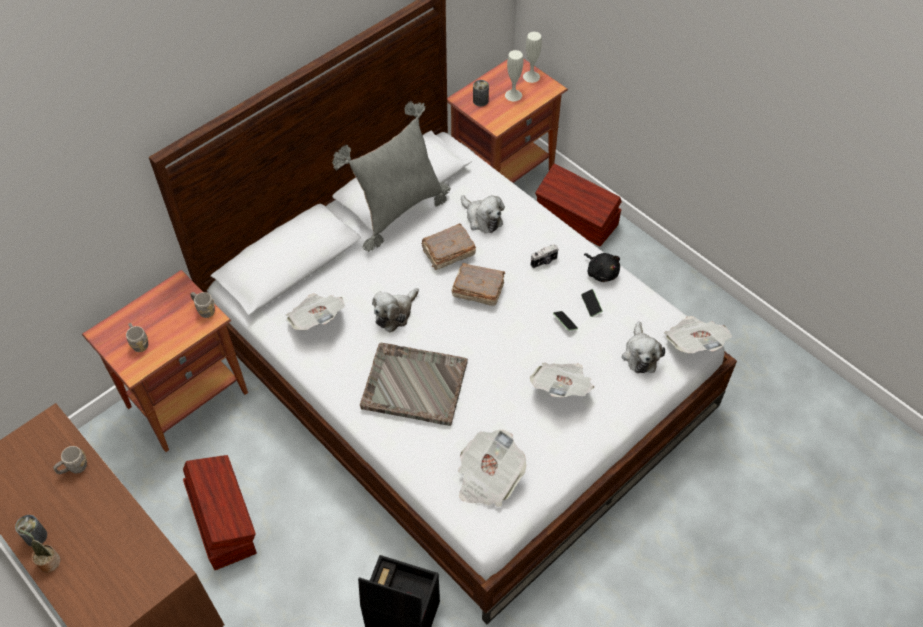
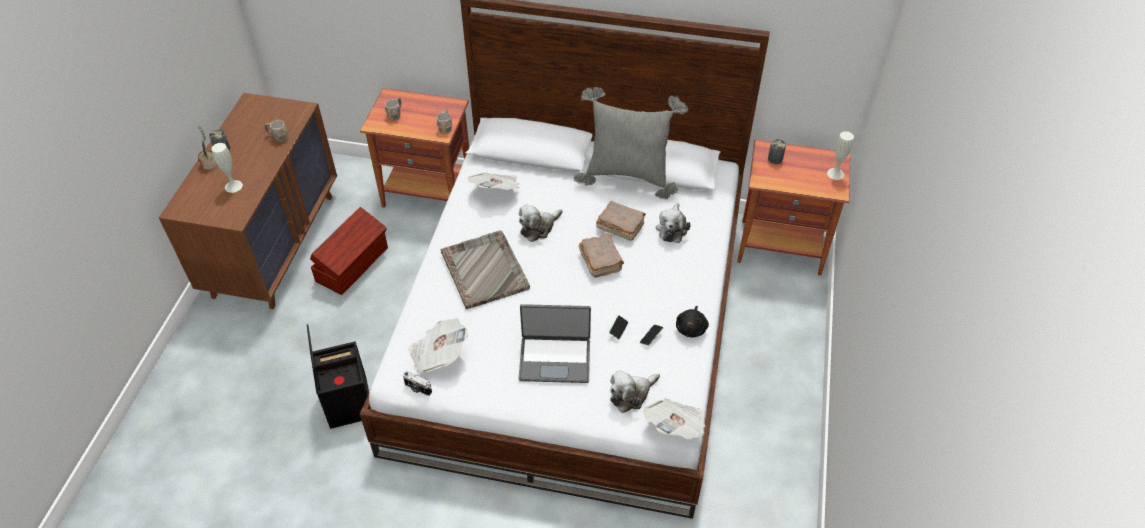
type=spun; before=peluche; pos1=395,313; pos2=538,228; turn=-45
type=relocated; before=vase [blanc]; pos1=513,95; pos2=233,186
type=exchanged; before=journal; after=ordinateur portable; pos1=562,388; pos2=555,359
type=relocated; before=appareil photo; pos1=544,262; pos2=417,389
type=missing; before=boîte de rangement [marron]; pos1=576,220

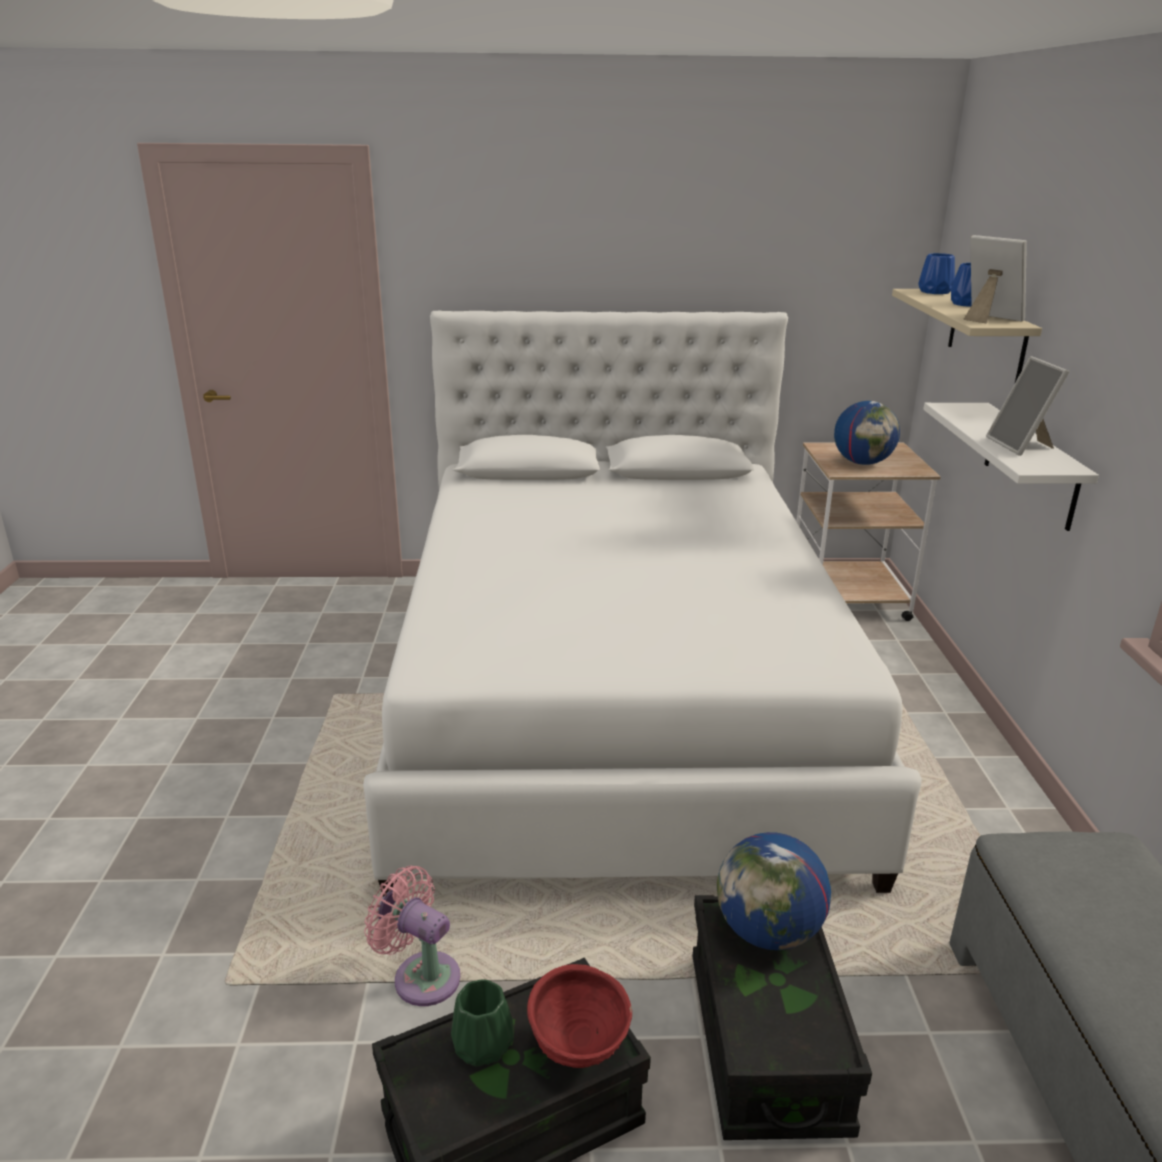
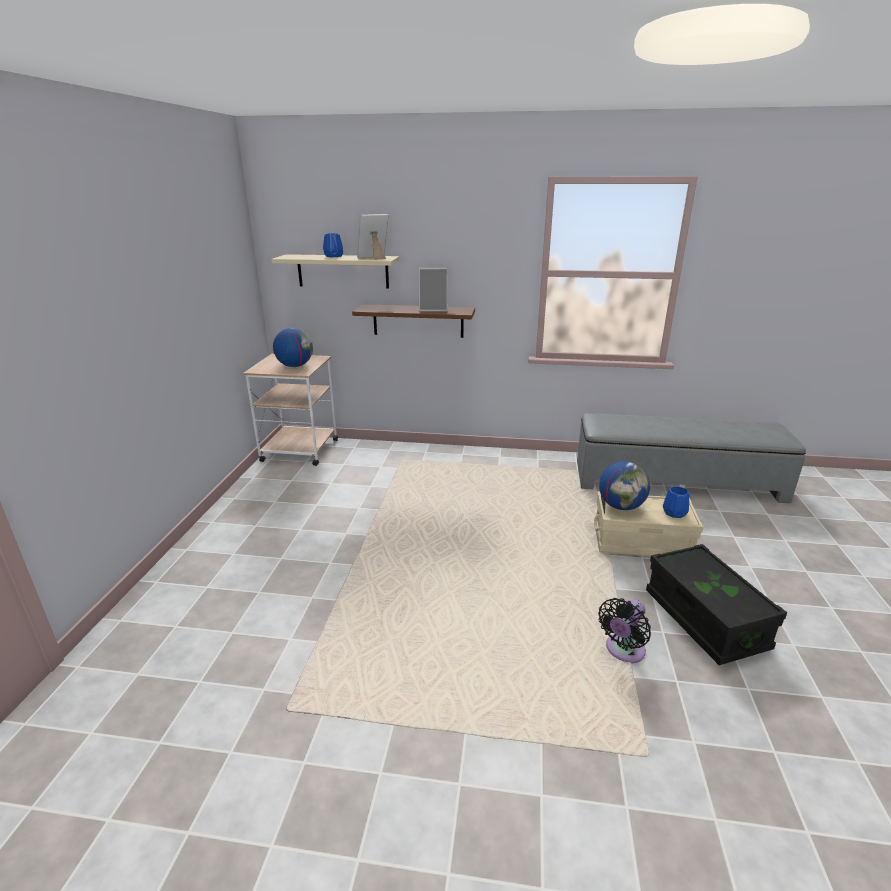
type=missing; before=lit [blanc]; pos1=617,698
type=colour; before=ventilateur [rose]; after=ventilateur [noir]; pos1=421,975; pos2=623,651
type=missing; before=vase [vert]; pos1=483,1046
type=missing; before=bol [rouge]; pos1=578,1049
type=colour; before=boîte de rangement [noir]; after=boîte de rangement [beige]; pos1=766,1042; pos2=641,541
type=relocated; before=vase [bleu]; pos1=935,292; pos2=674,512
type=colour; before=étagère [blanc]; after=étagère [marron]; pos1=1030,465; pos2=418,321

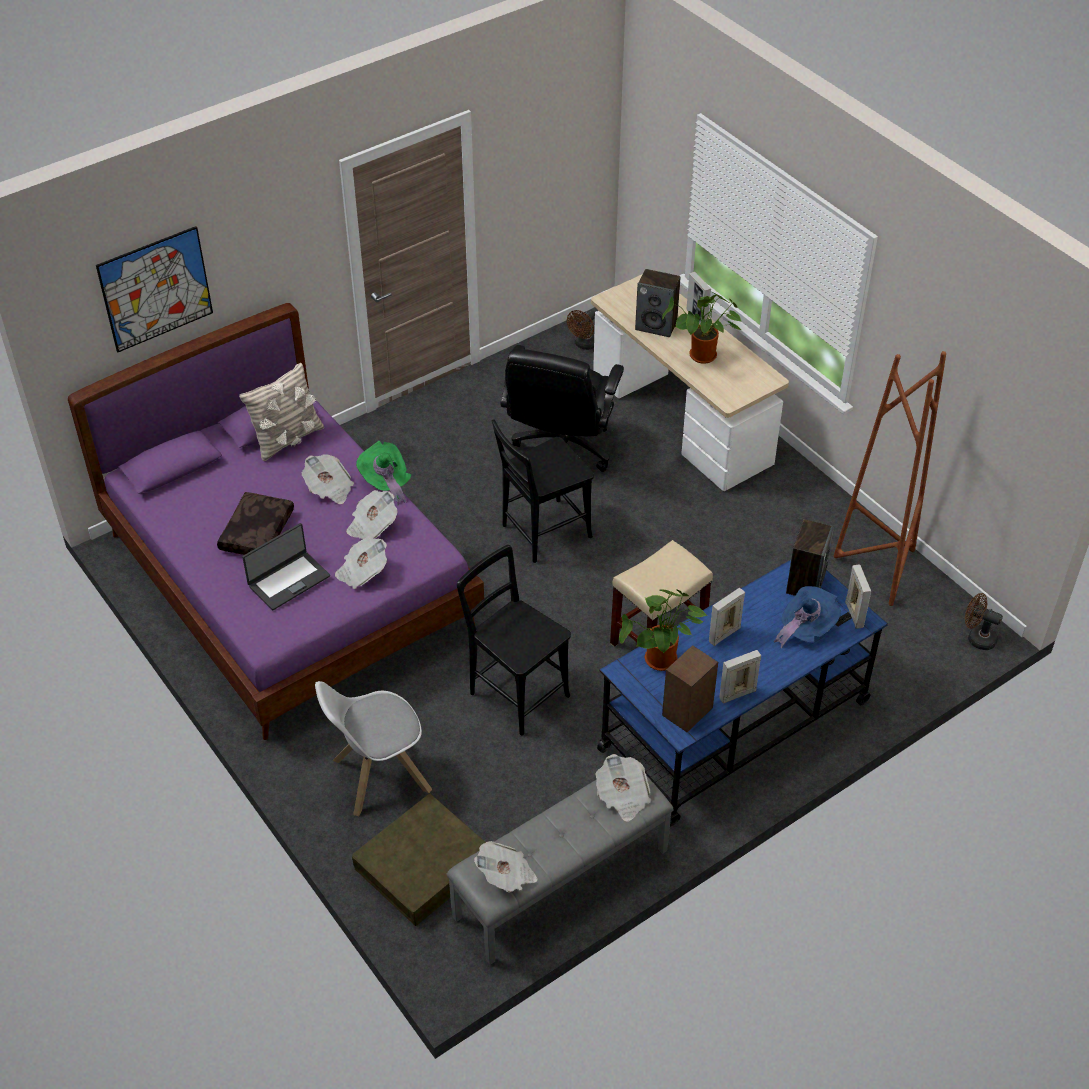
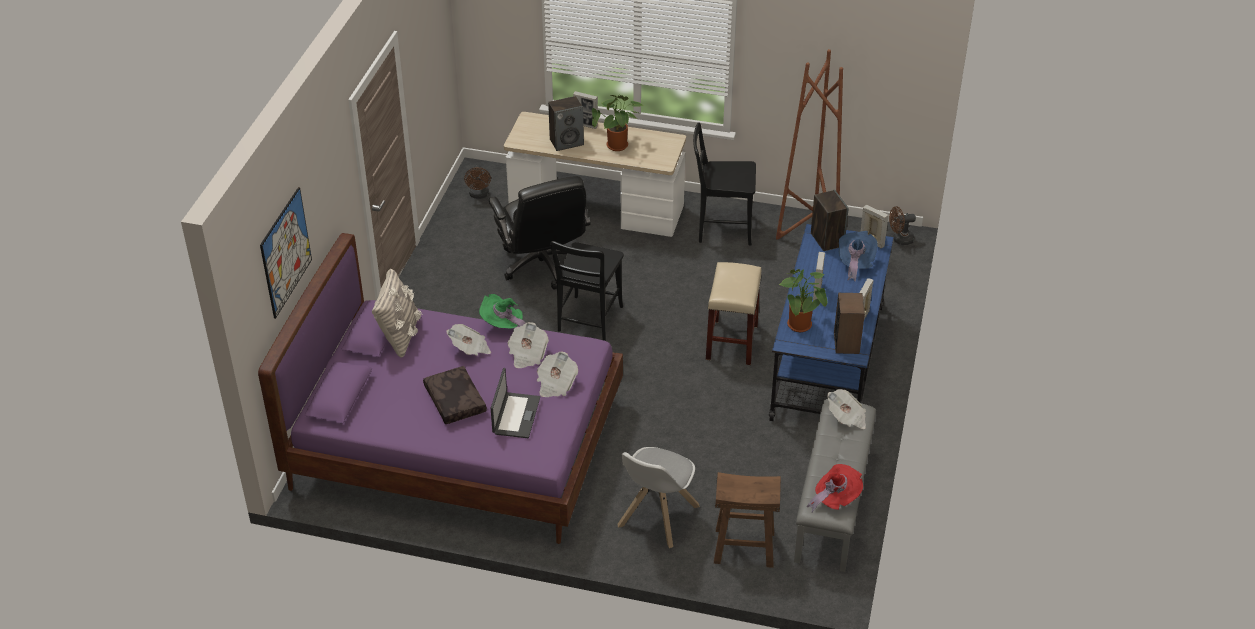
type=exchanged; before=boîte de rangement [marron]; after=tabouret [marron]; pos1=423,865; pos2=744,547
type=relocated; before=chaise [noir]; pos1=515,691; pos2=721,228
type=exchanged; before=journal; after=chapeau [rouge]; pos1=506,876; pos2=835,498

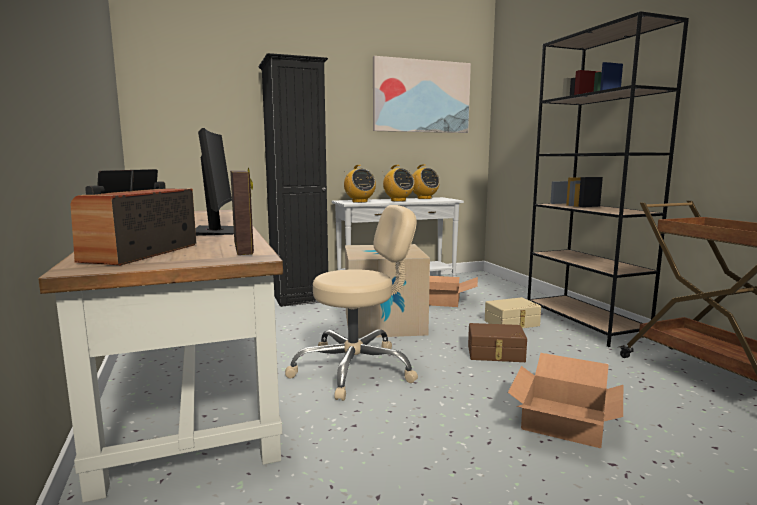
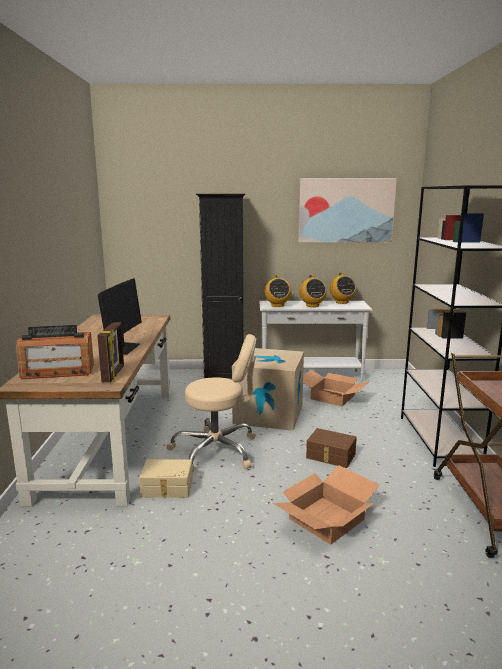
type=spun; before=radio; pos1=141,253; pos2=58,371; turn=-135
type=relocated; before=boîte de rangement [beige]; pos1=512,323; pos2=167,488

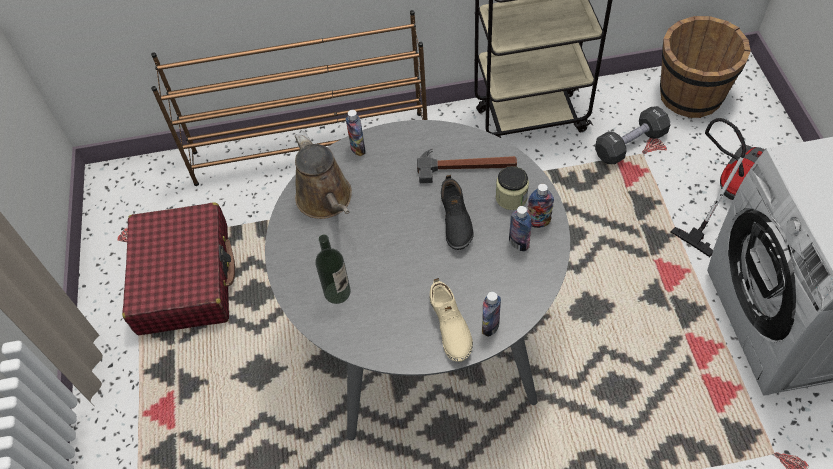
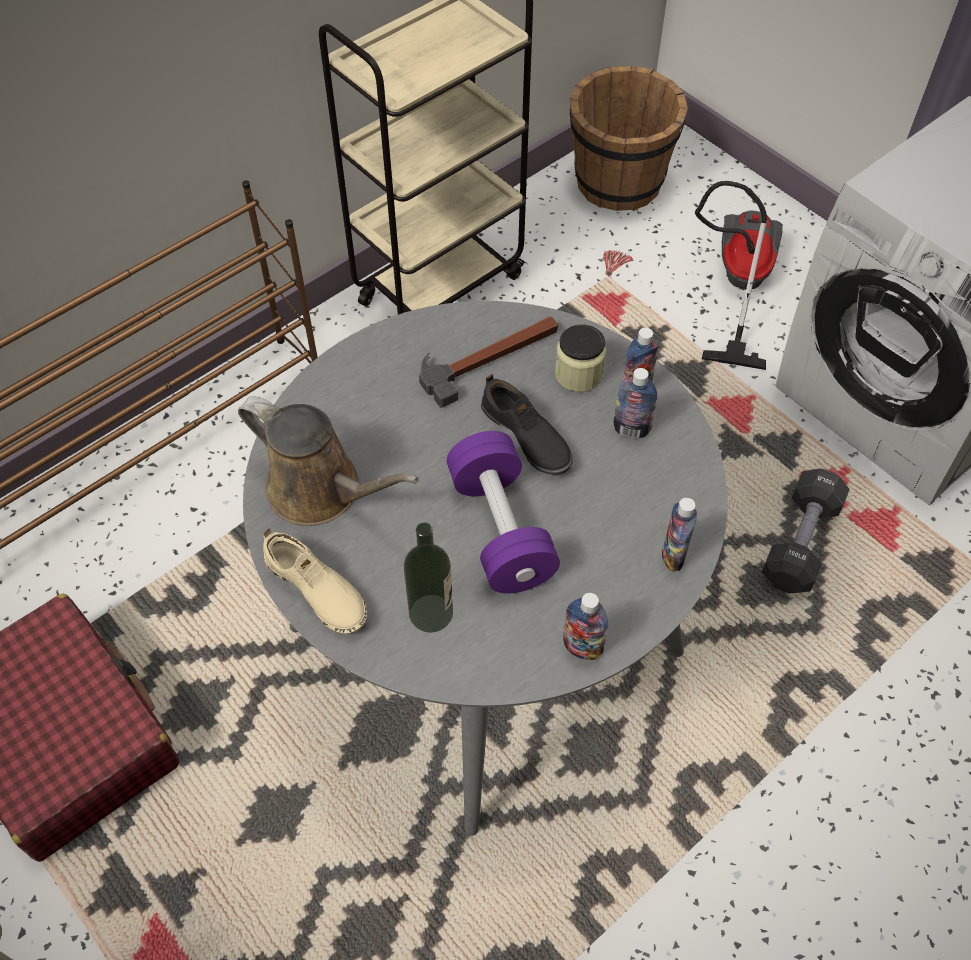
type=relocated; before=bouteille; pos1=358,149; pos2=582,647
type=relocated; before=chaussure [beige]; pos1=449,326; pos2=316,591
type=relocated; before=haltère [noir]; pos1=630,144; pos2=800,542
type=appeared; after=haltère [violet]; pos2=501,529

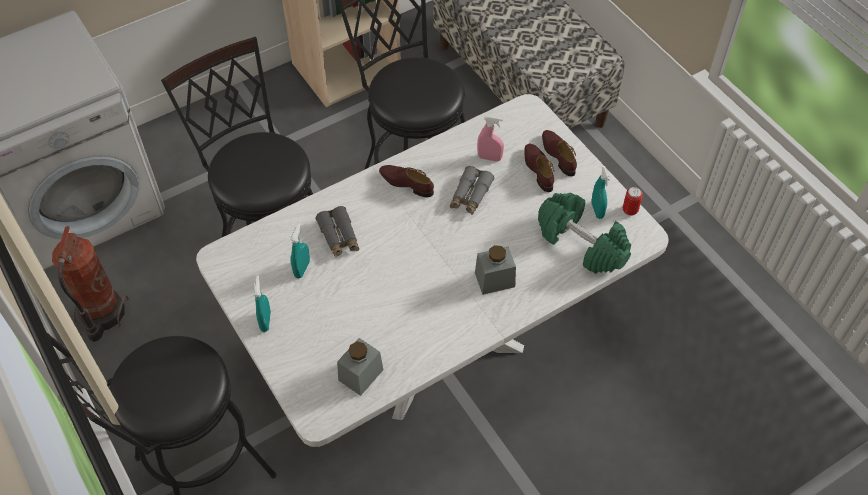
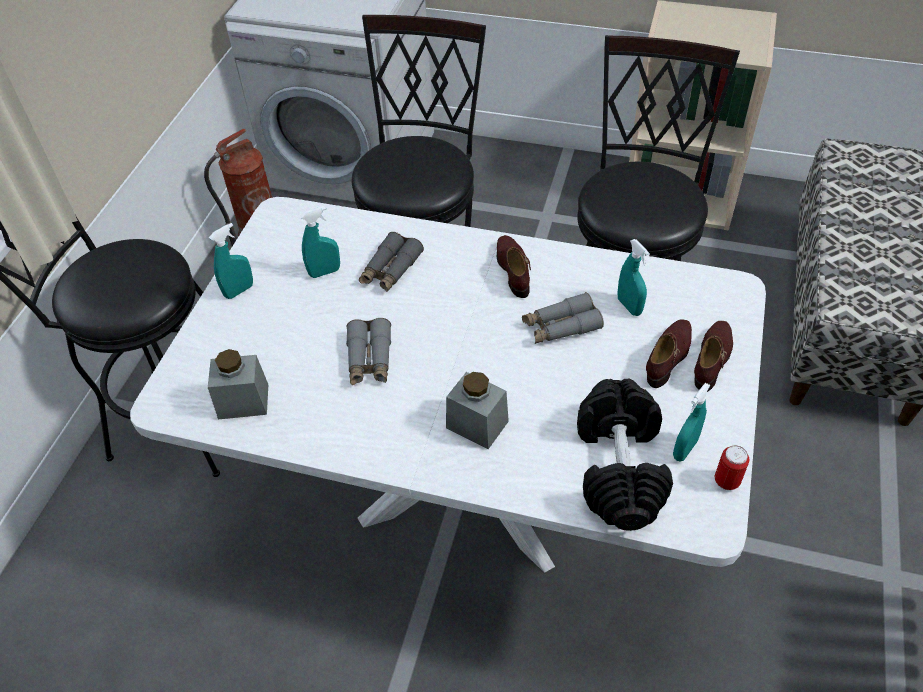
type=colour; before=vaporisateur [rose]; after=vaporisateur [turquoise]; pos1=489,158; pos2=629,306
type=colour; before=haltère [vert]; after=haltère [noir]; pos1=582,243; pos2=620,468
type=appeared; after=jumelles [gris]; pos2=369,359

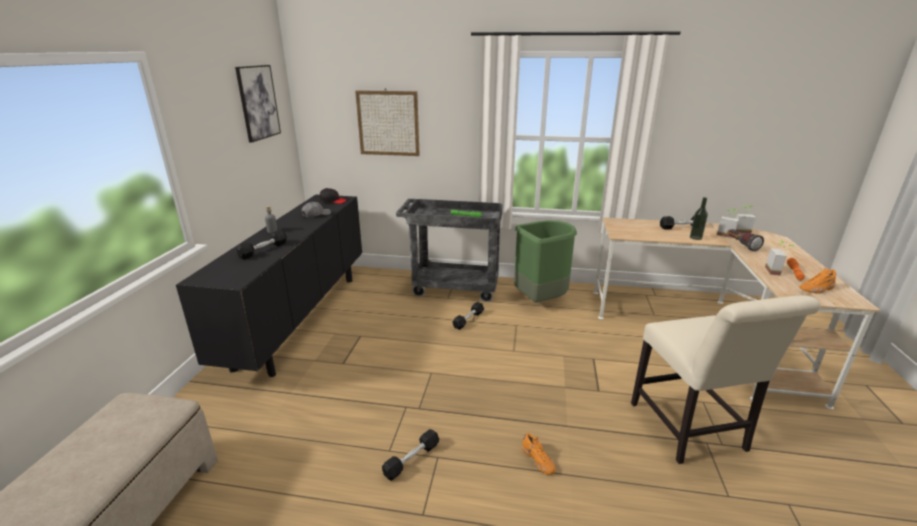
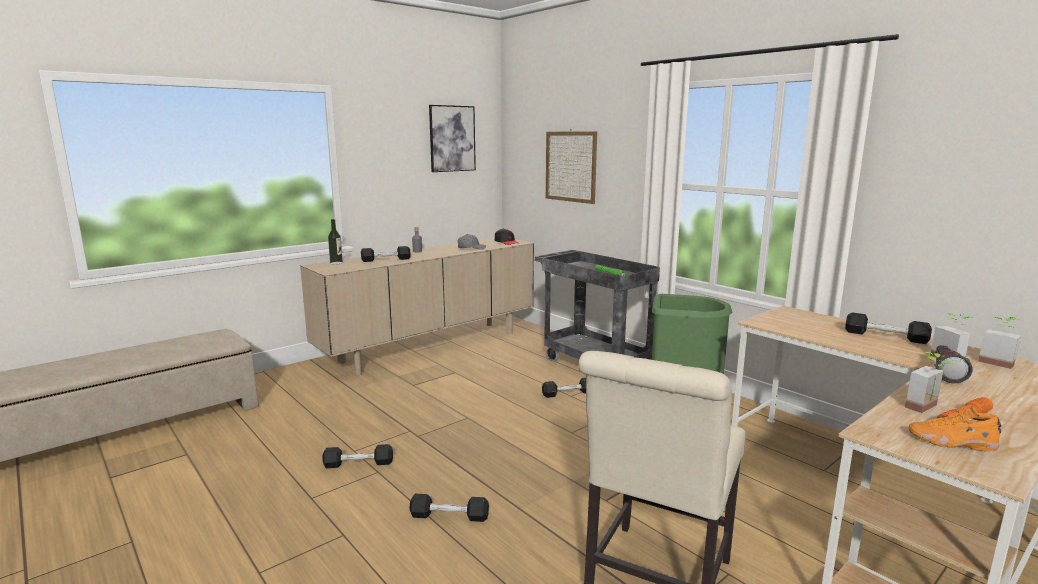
type=colour; before=meuble de rangement [noir]; after=meuble de rangement [beige]; pos1=300,318; pos2=431,346
type=exchanged; before=chaussure [orange]; after=haltère [noir]; pos1=538,460; pos2=449,516
type=relocated; before=bouteille; pos1=695,238; pos2=336,263

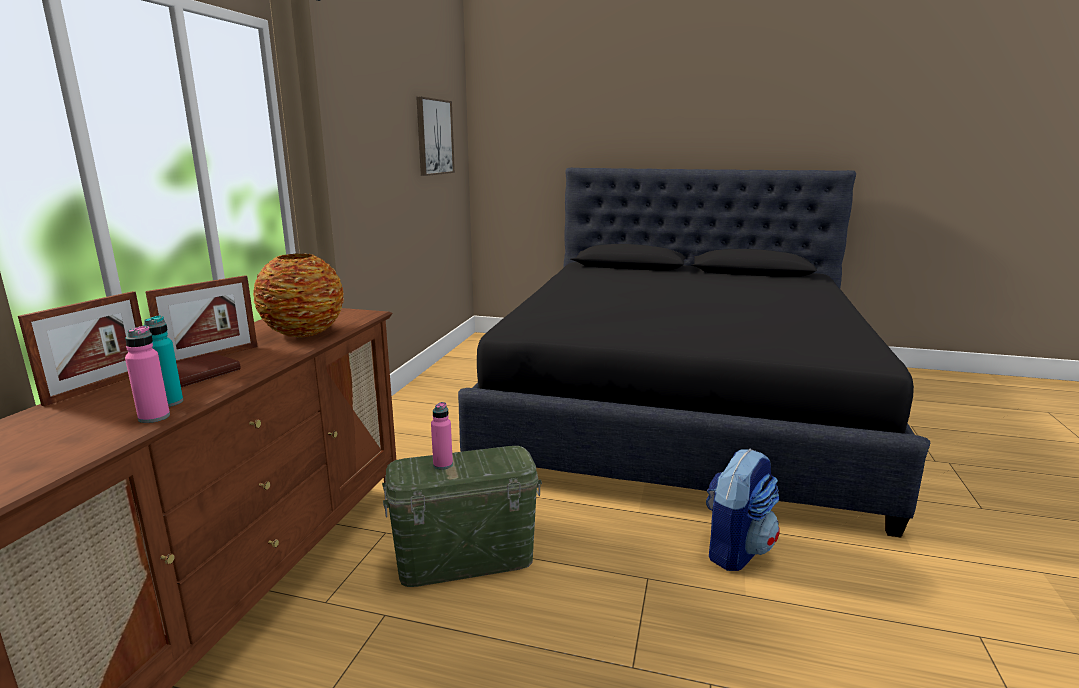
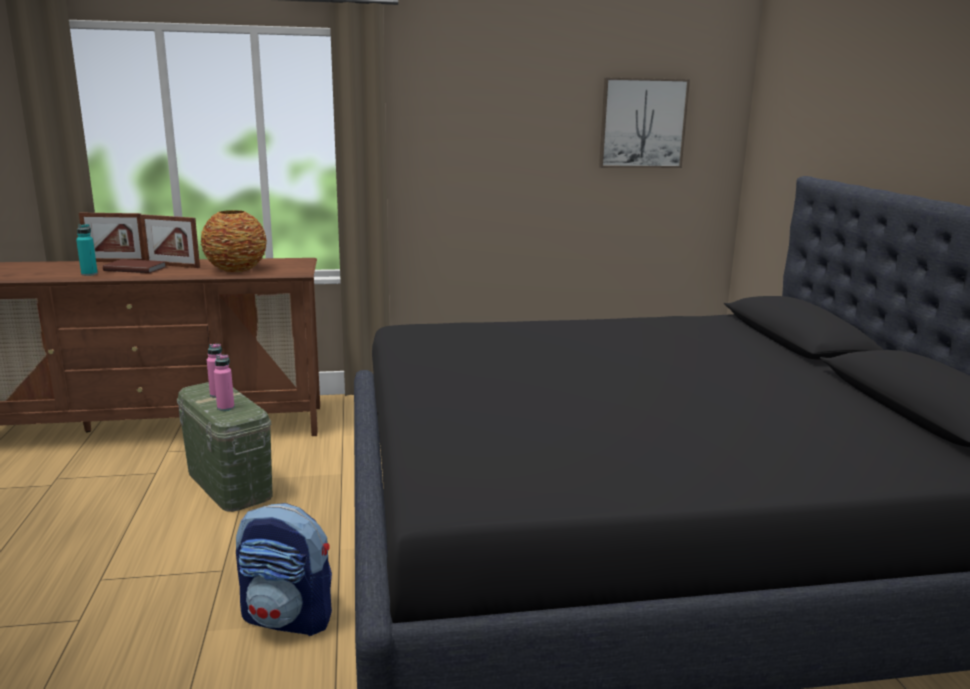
type=relocated; before=bouteille [rose]; pos1=154,417; pos2=225,408

